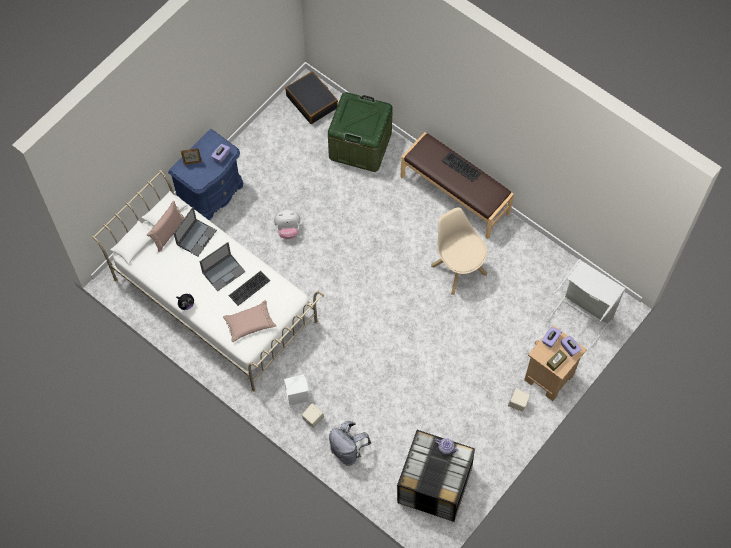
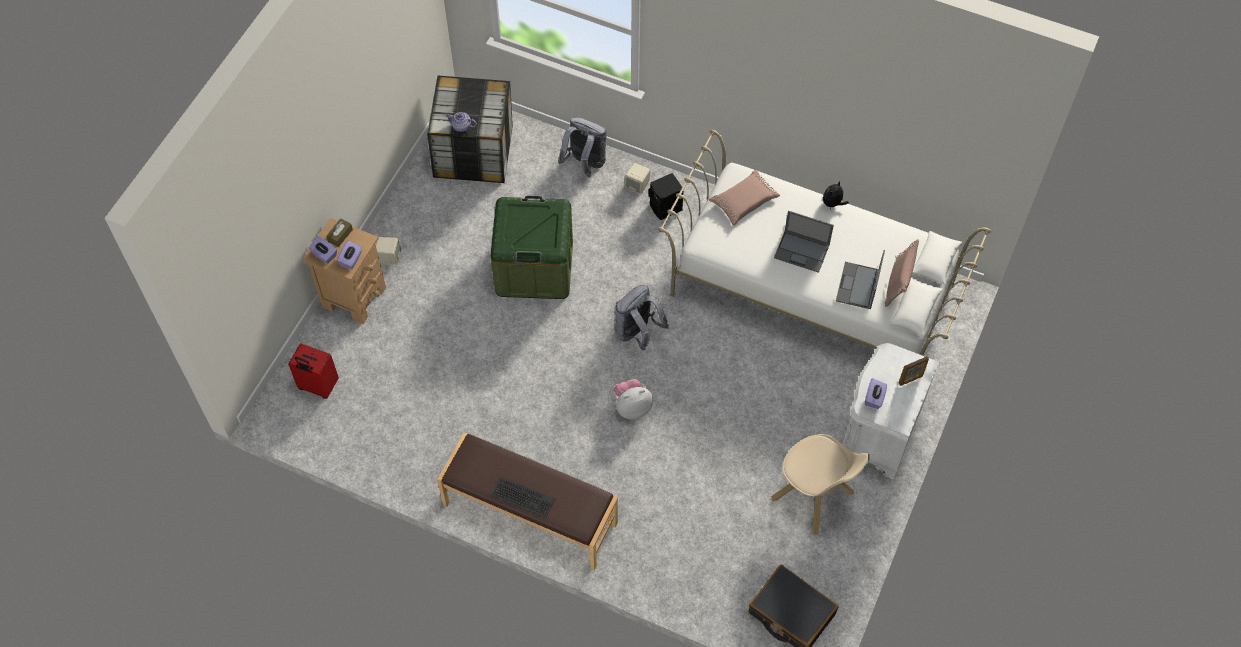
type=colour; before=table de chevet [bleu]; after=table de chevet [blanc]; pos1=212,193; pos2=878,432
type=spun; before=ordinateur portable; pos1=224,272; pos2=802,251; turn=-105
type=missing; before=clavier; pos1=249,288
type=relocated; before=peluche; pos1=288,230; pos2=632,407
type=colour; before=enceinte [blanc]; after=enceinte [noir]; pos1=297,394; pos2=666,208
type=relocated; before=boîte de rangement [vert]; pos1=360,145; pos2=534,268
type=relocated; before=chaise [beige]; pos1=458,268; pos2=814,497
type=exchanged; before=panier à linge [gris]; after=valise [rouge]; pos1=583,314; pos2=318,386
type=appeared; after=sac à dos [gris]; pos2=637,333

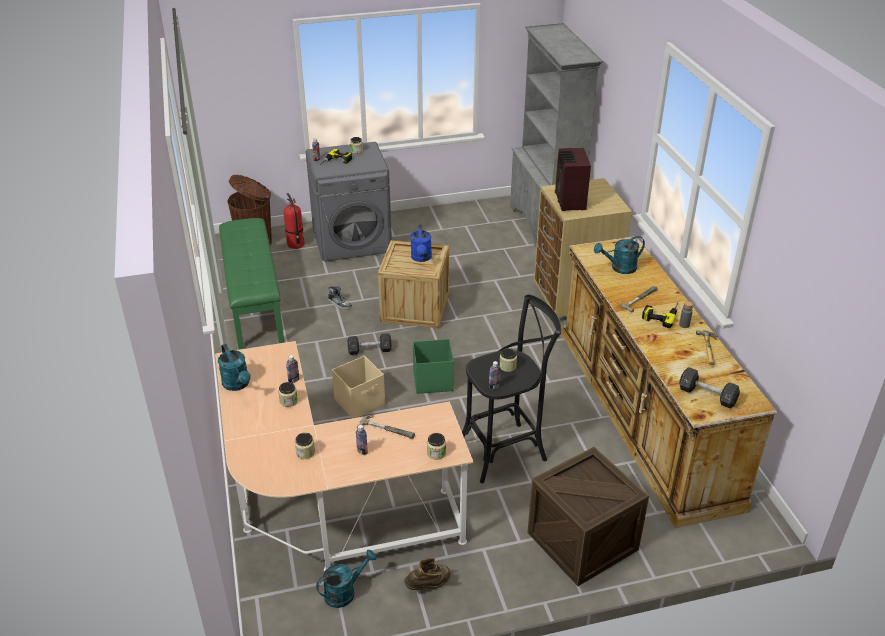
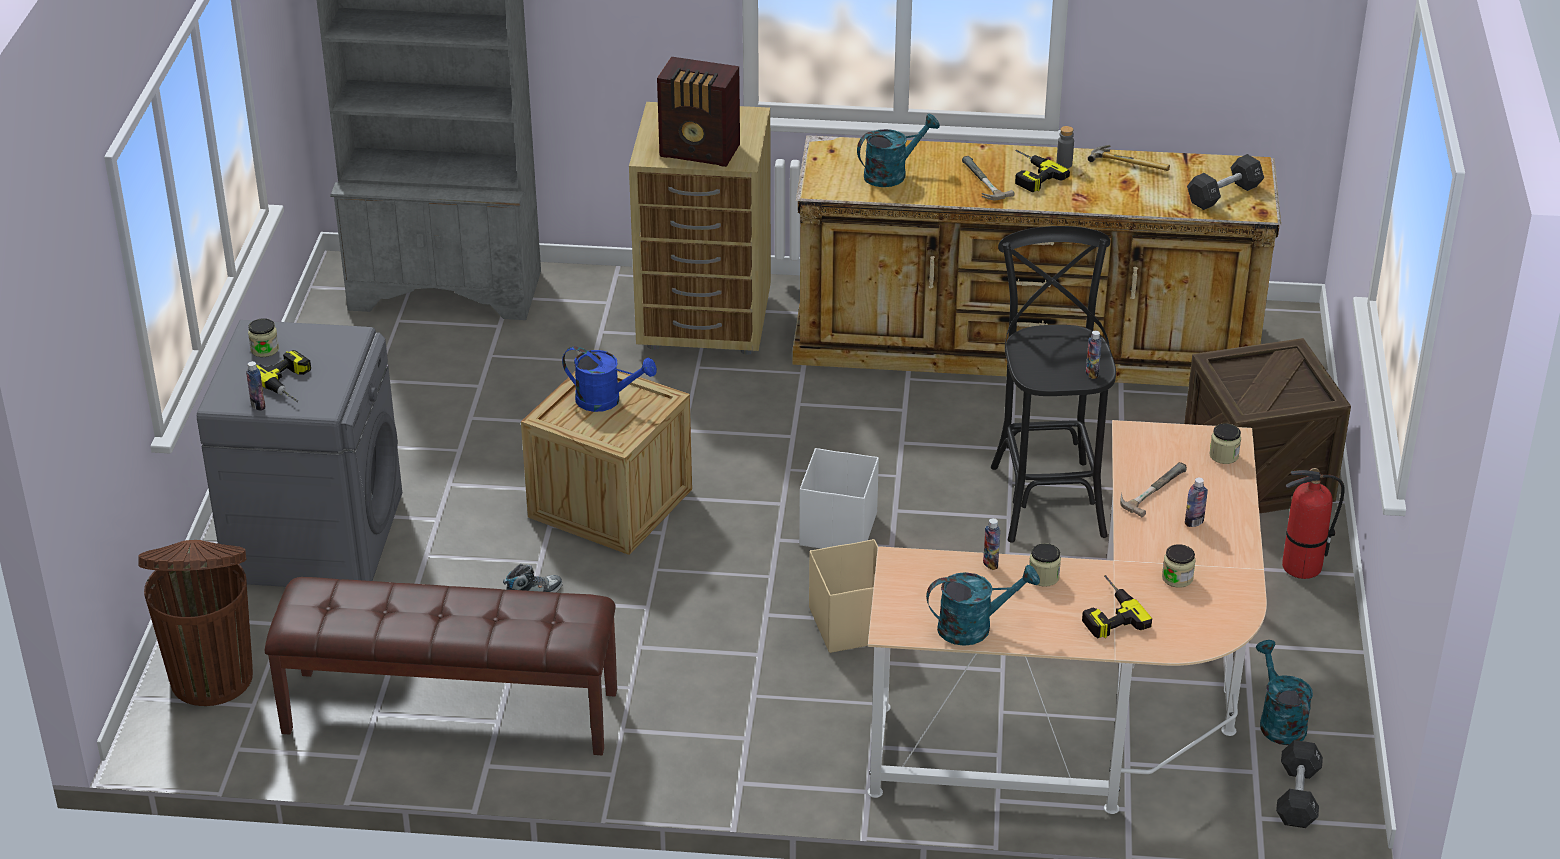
type=colour; before=banc [vert]; after=banc [marron]; pos1=253,302; pos2=449,712
type=relocated; before=extincteur; pos1=295,244; pos2=1301,567
type=relocated; before=haltère [noir]; pos1=369,350; pos2=1297,796
type=missing; before=botte [marron]; pos1=428,586
type=colour; before=boîte de rangement [vert]; after=boîte de rangement [blanc]; pos1=432,381; pos2=837,530
type=missing; before=bocal; pos1=507,366
type=spun; before=arrosoir [turquoise]; pos1=619,268; pos2=892,174; turn=-120
type=appeared; after=perceuse; pos2=1106,612

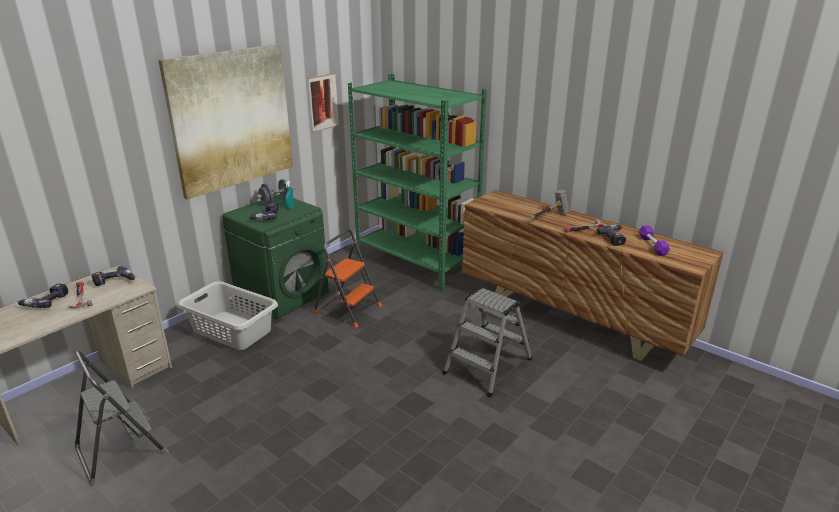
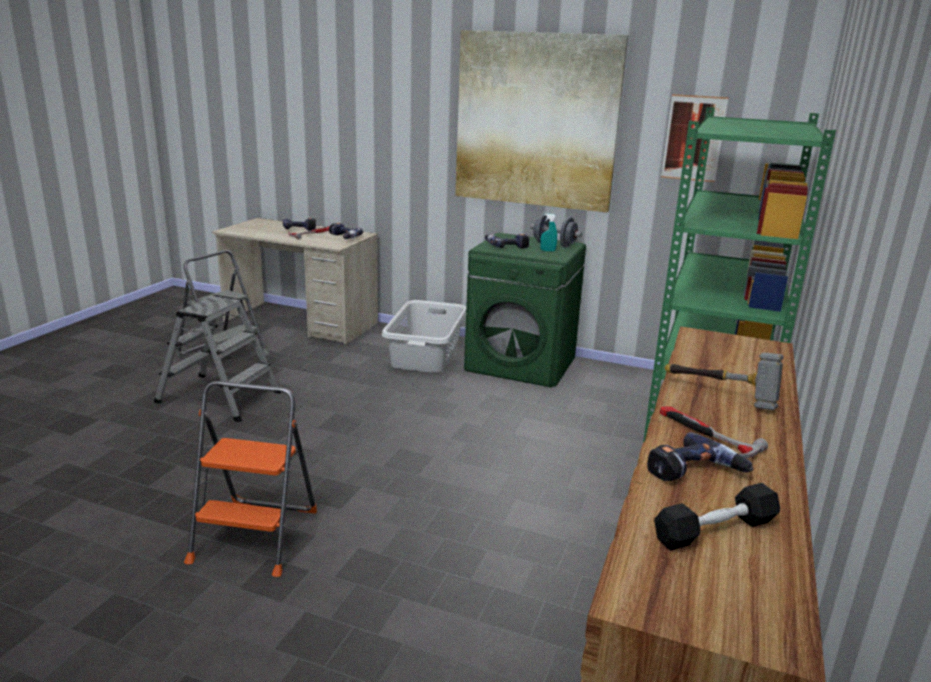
type=relocated; before=escabeau [orange]; pos1=345,308; pos2=258,532
type=relocated; before=escabeau [gris]; pos1=488,366; pos2=219,397
type=colour; before=haltère [violet]; after=haltère [noir]; pos1=652,245; pos2=715,530

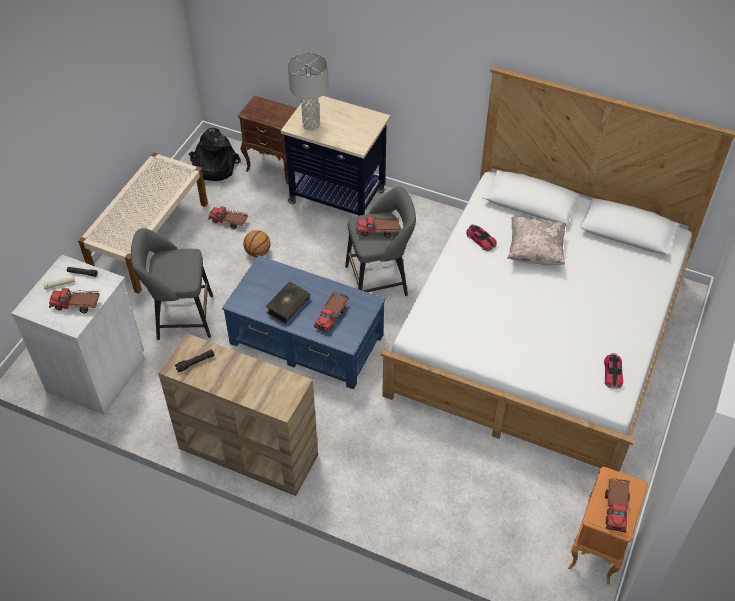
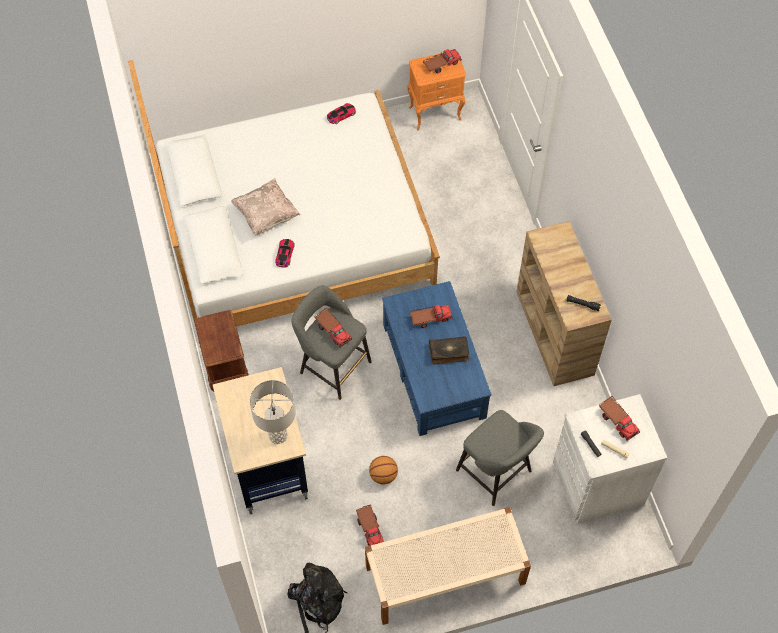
type=relocated; before=table de chevet [marron]; pos1=274,168; pos2=227,374

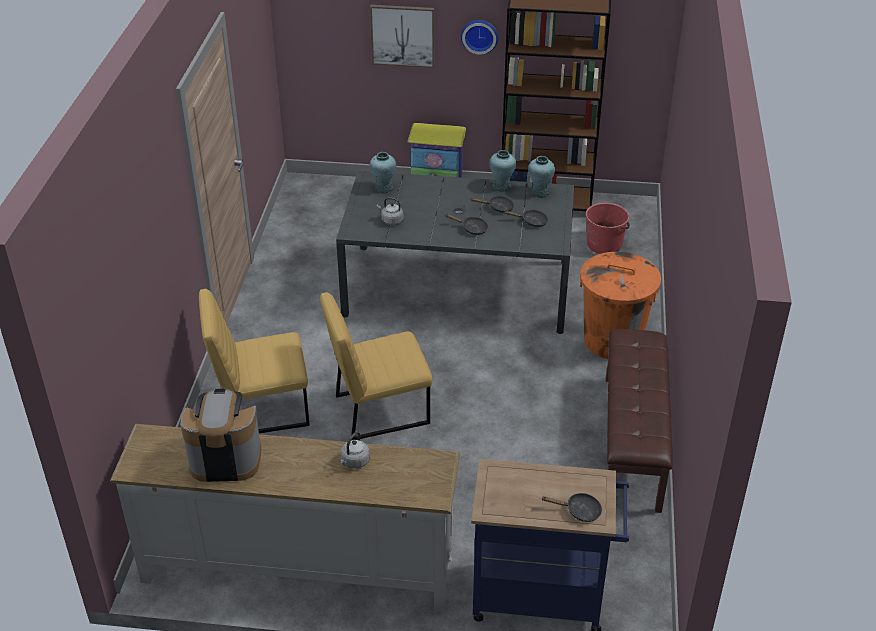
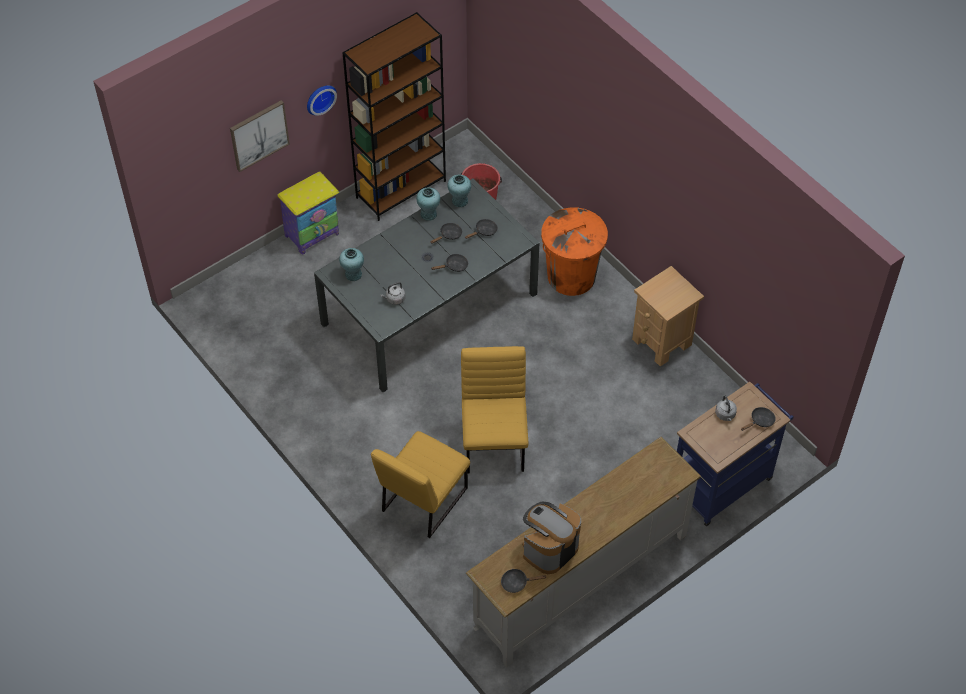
type=spun; before=chaise [jaune]; pos1=379,409; pos2=494,441; turn=150
type=relocated; before=bouilloire [gris]; pos1=354,462; pos2=725,415
type=exchanged; before=banc [marron]; after=table de chevet [beige]; pos1=633,442; pos2=661,343
type=appeared; after=poêle [noir]; pos2=517,582

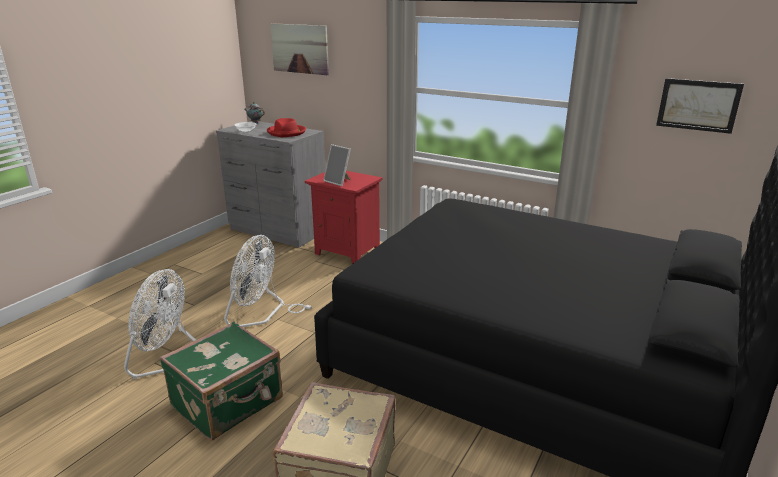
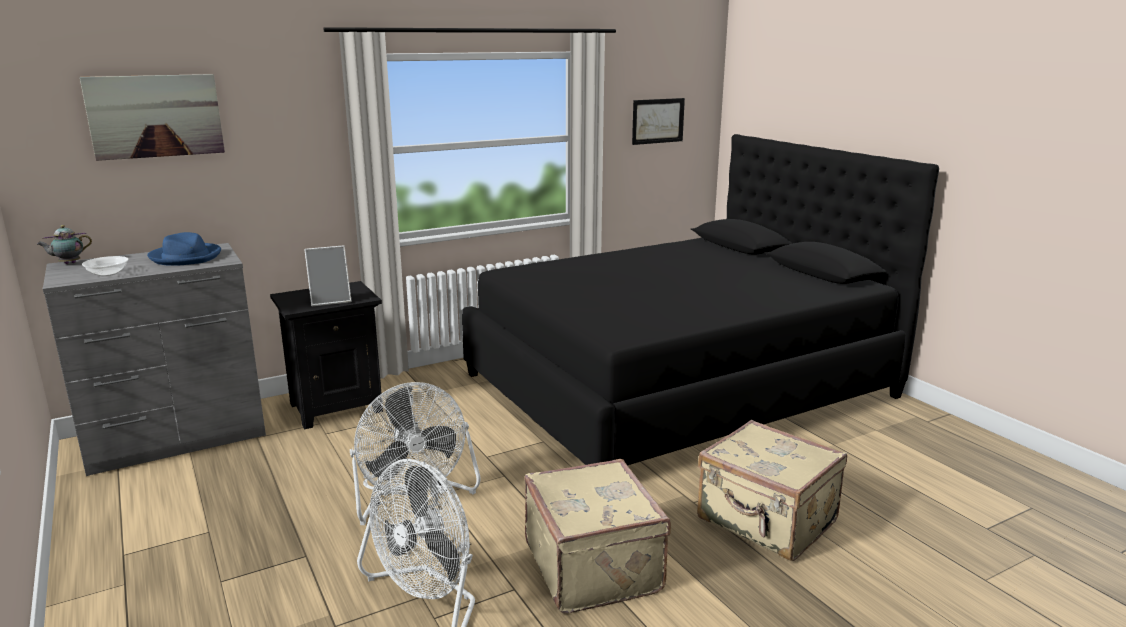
type=colour; before=valise [vert]; after=valise [beige]; pos1=229,403; pos2=594,566
type=spun; before=ventilateur [blanc]; pos1=266,310; pos2=408,497; turn=-75
type=colour; before=chapeau [rouge]; after=chapeau [bleu]; pos1=287,132; pos2=186,257
type=colour; before=table de chevet [rouge]; after=table de chevet [noir]; pos1=347,252; pos2=338,408

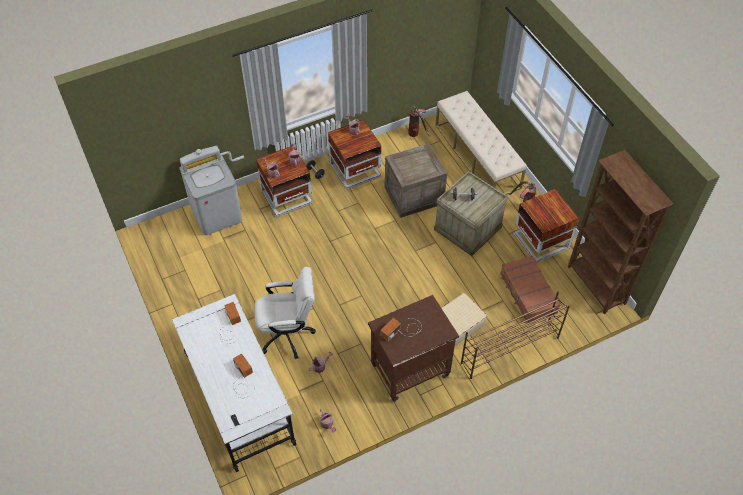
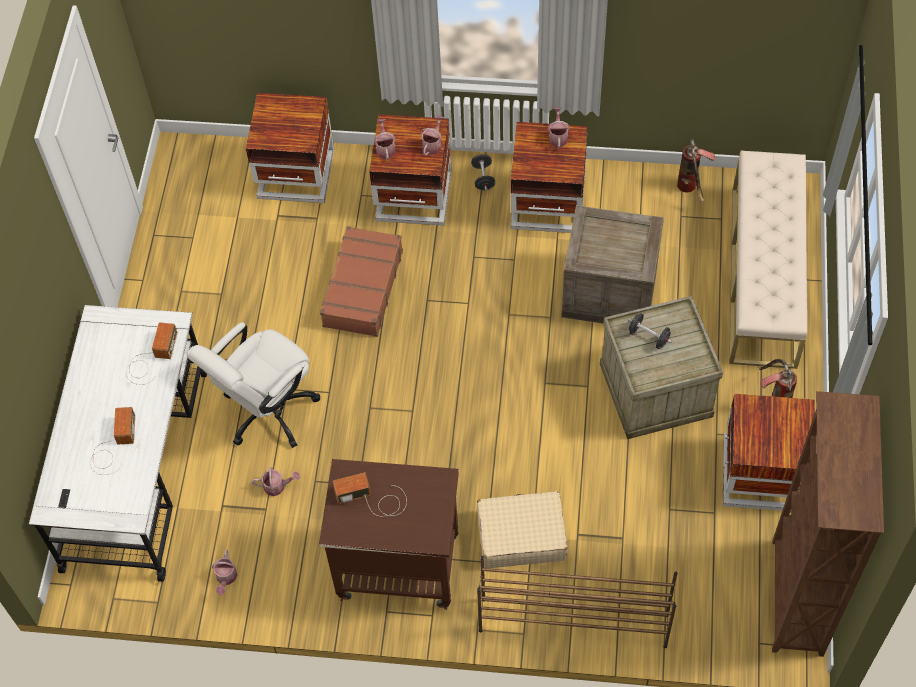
type=exchanged; before=lave-linge [gris]; after=table de chevet; pos1=218,214; pos2=295,174
type=spun; before=chaise de bureau [blanc]; pos1=289,335; pos2=266,414; turn=105
type=relocated; before=valise [marron]; pos1=528,293; pos2=362,288

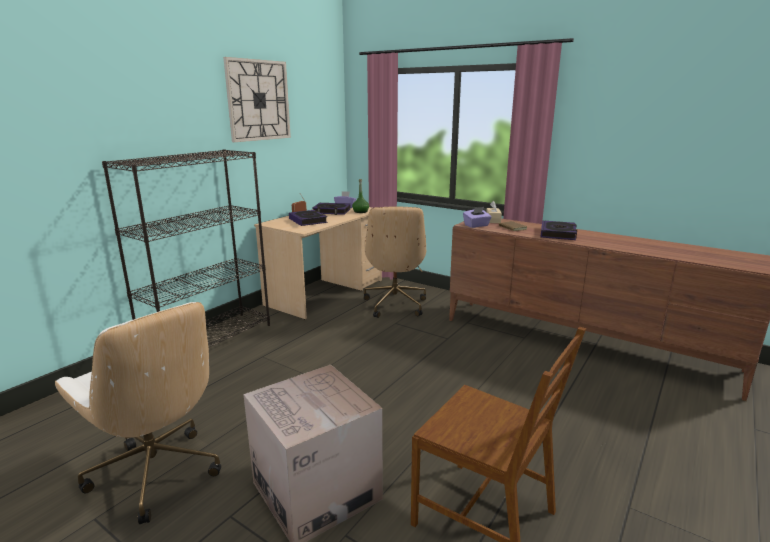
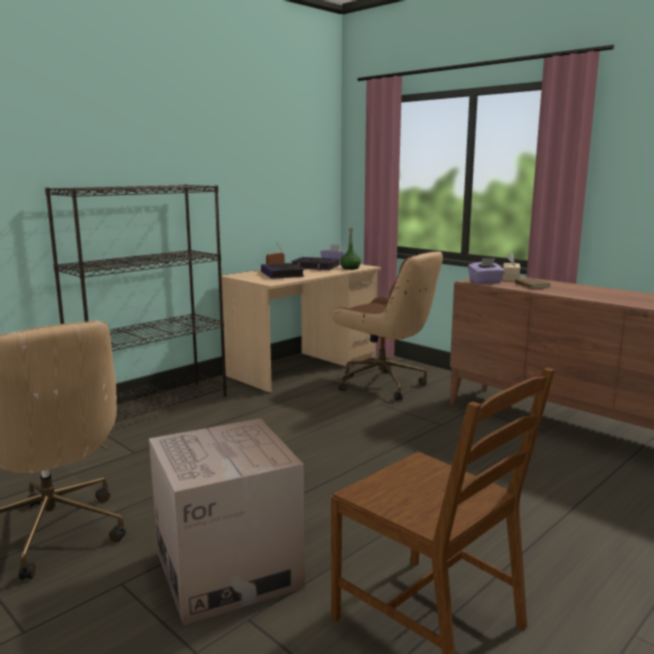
type=missing; before=horloge murale; pos1=258,100
type=spun; before=chaise de bureau [marron]; pos1=394,306; pos2=384,386; turn=-60
type=missing; before=livre; pos1=558,234

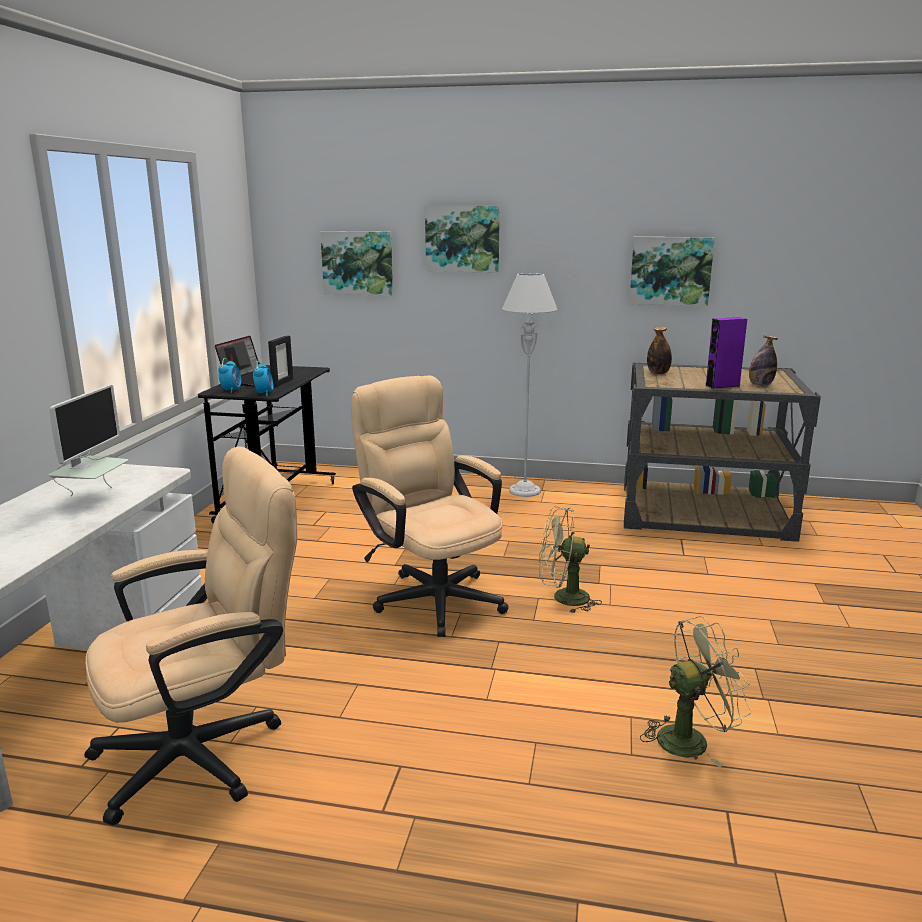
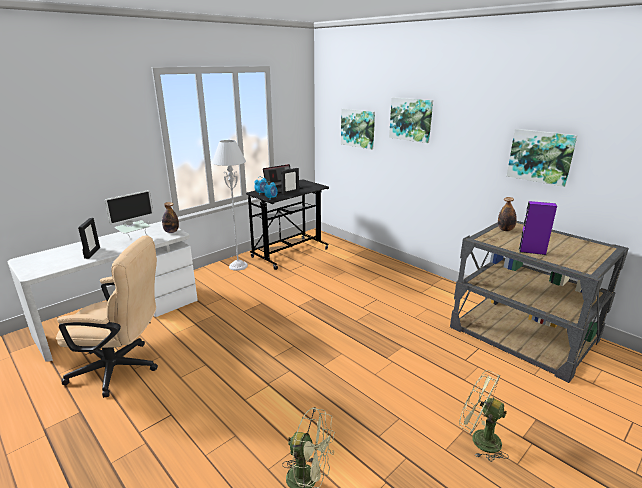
type=missing; before=chaise de bureau [beige]; pos1=431,595
type=relocated; before=lampadaire [gris]; pos1=524,491; pos2=238,266
type=relocated; before=ventilateur [vert]; pos1=563,599; pos2=479,439
type=relocated; before=bouteille; pos1=760,385; pos2=171,231
type=appeared; after=cadre photo; pos2=92,253

